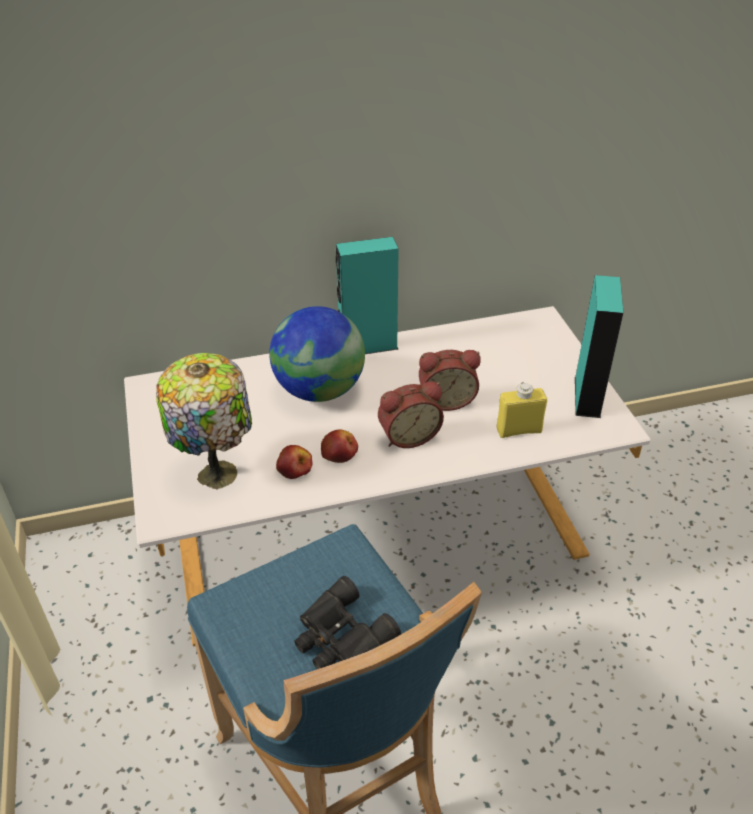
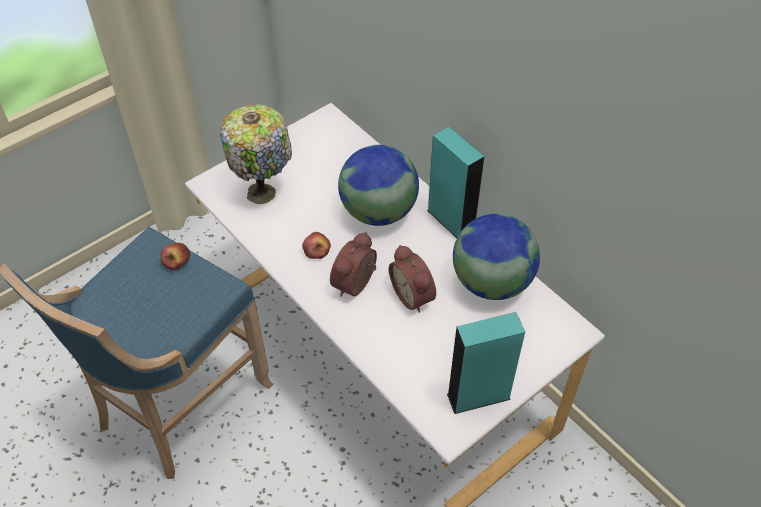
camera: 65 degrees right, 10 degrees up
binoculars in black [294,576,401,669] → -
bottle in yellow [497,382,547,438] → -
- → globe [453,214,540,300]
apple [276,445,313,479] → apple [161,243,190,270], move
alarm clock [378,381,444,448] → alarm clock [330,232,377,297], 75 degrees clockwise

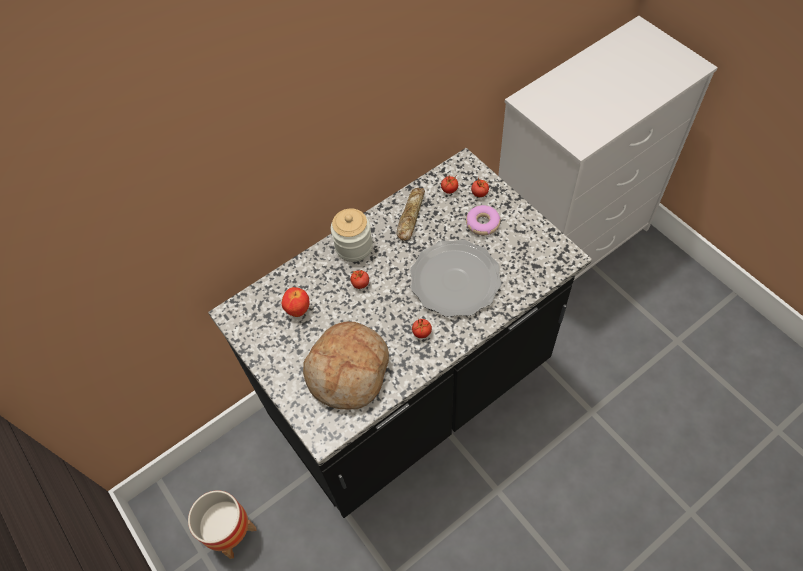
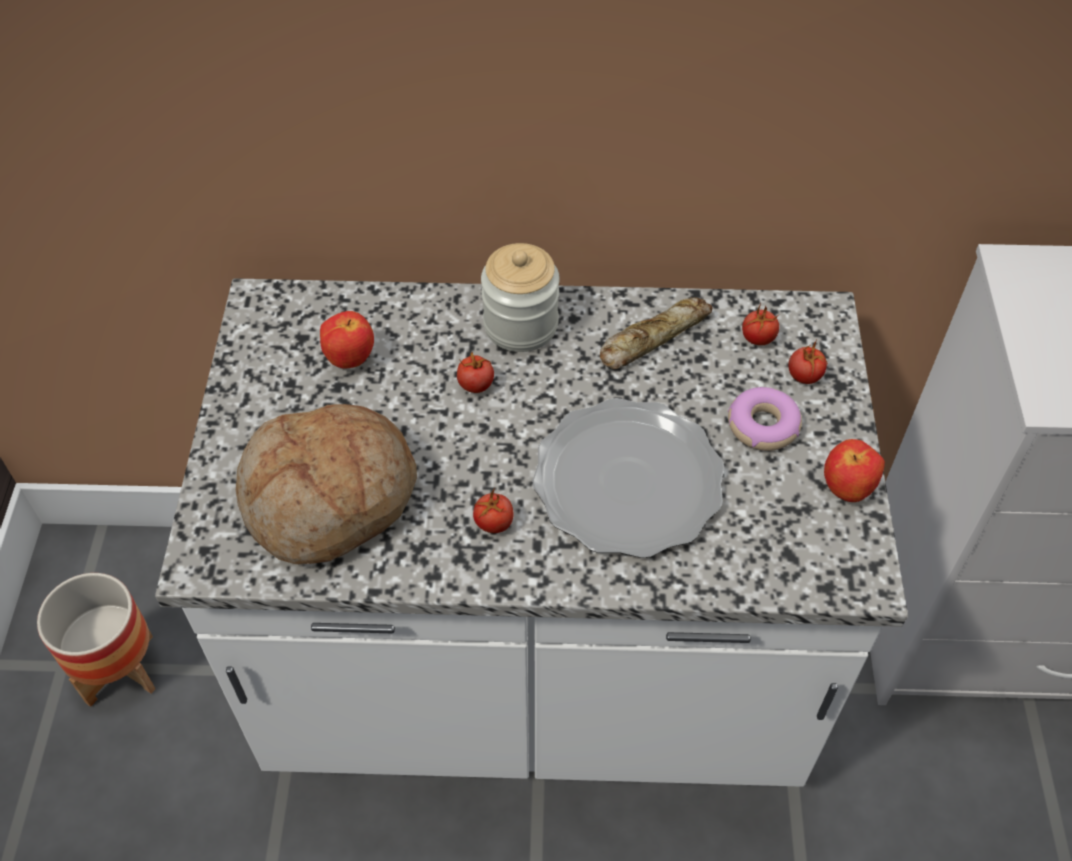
camera: 35 degrees right, 5 degrees down
- → apple [824,439,885,502]
counter in black [208,148,592,518] → counter in white [155,278,908,787]

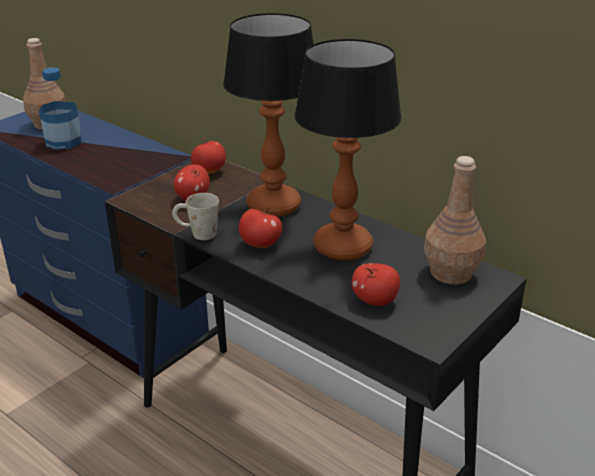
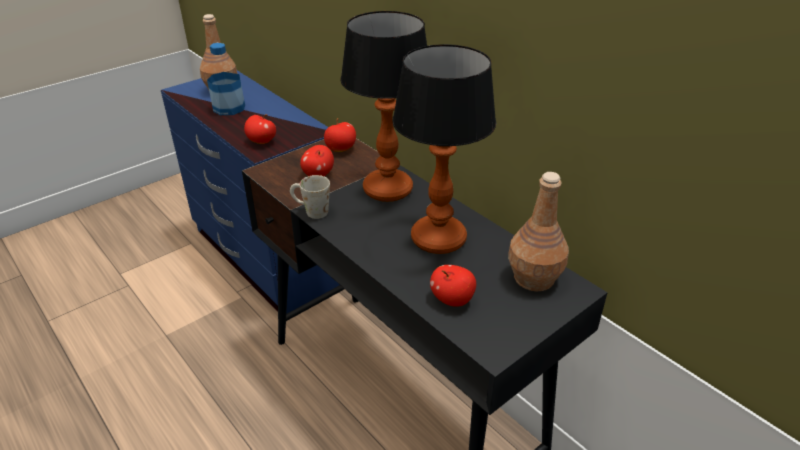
camera: 10 degrees right, 5 degrees up
apple [239,207,282,248] → apple [244,114,276,144], move

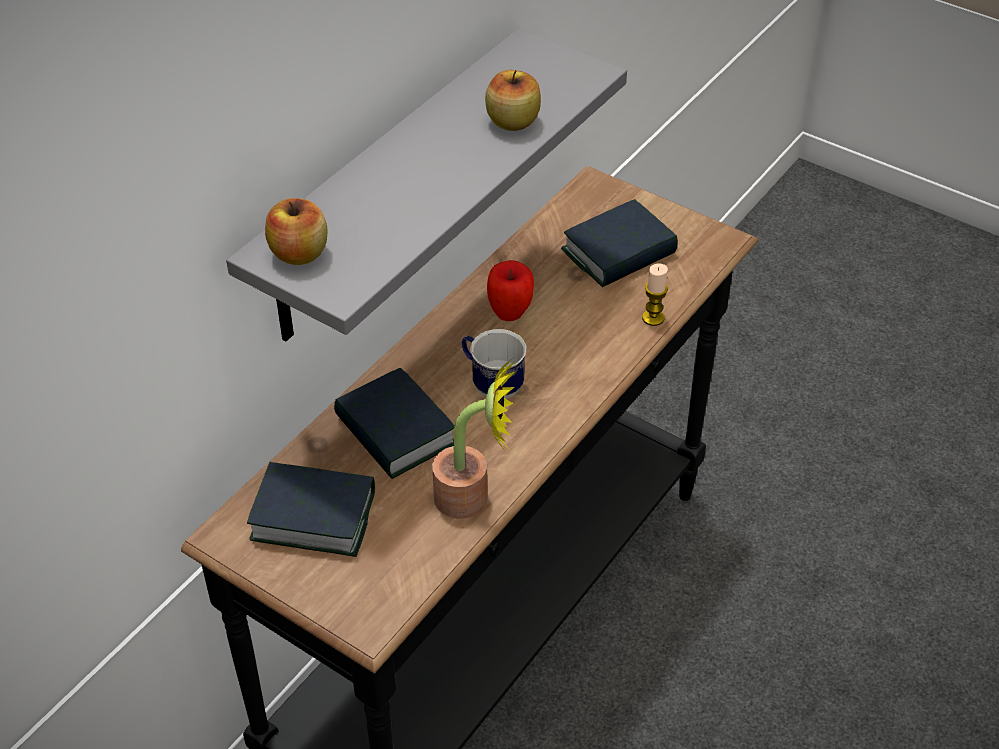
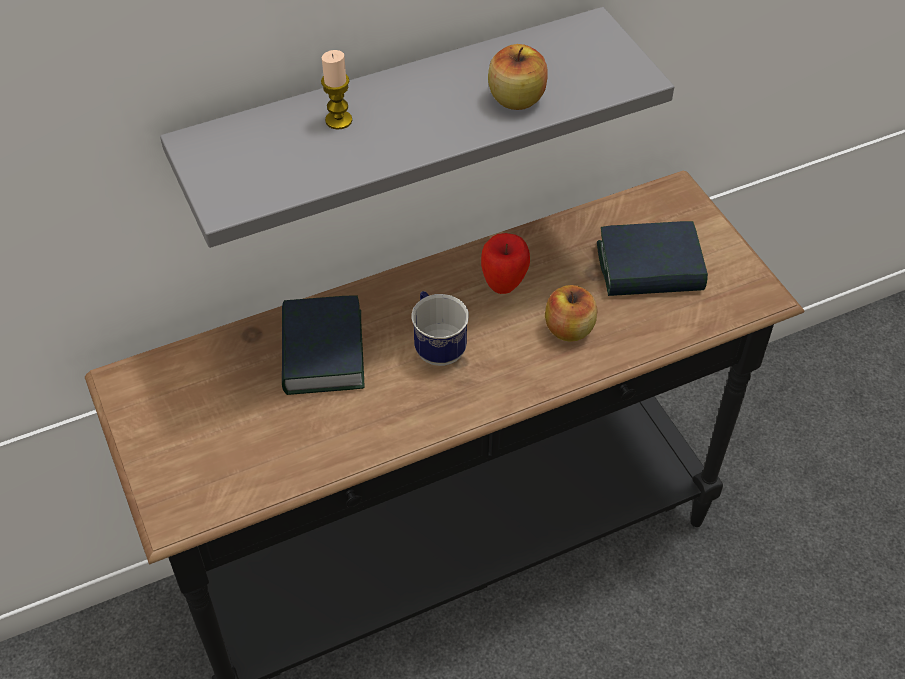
camera: 30 degrees right, 5 degrees up
book [247,462,375,557] → -
potted plant [432,358,516,519] → -
apple [265,198,327,265] → apple [545,285,597,342], move
candle [642,264,668,326] → candle [321,50,352,130], move

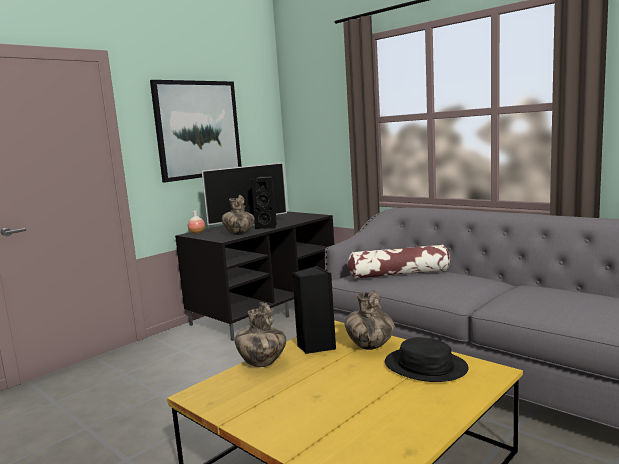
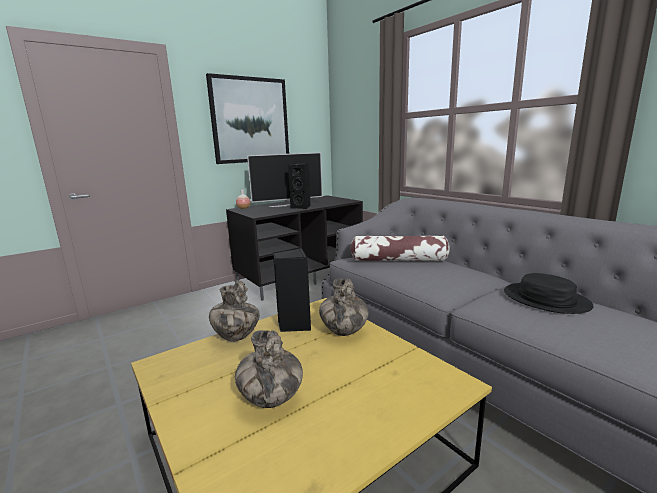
camera: 10 degrees right, 5 degrees up
vase [222,195,255,235] → vase [235,330,303,408], move
hat in black [385,337,468,382] → hat in black [504,273,594,314], move

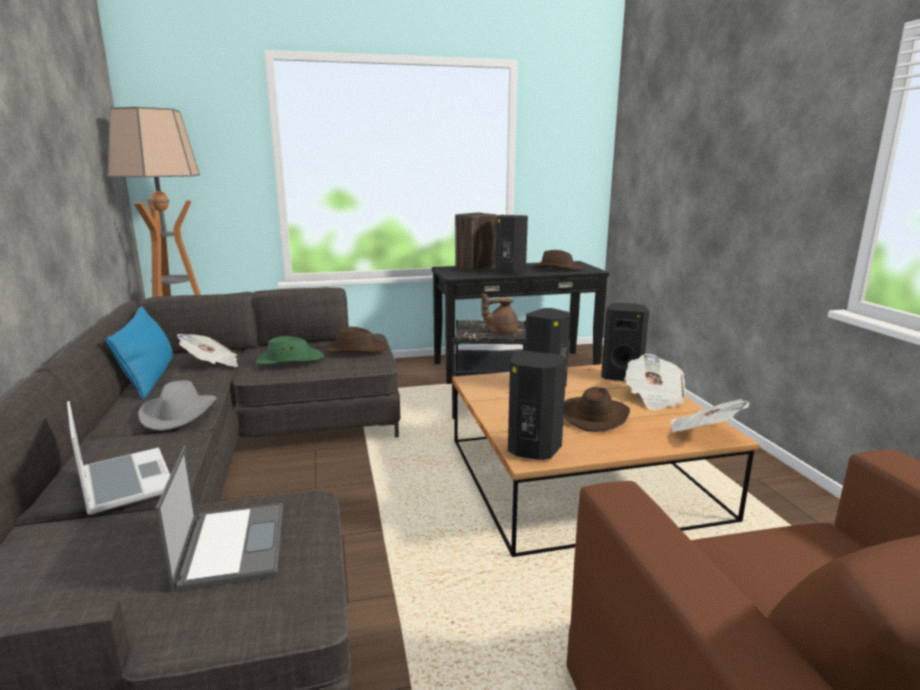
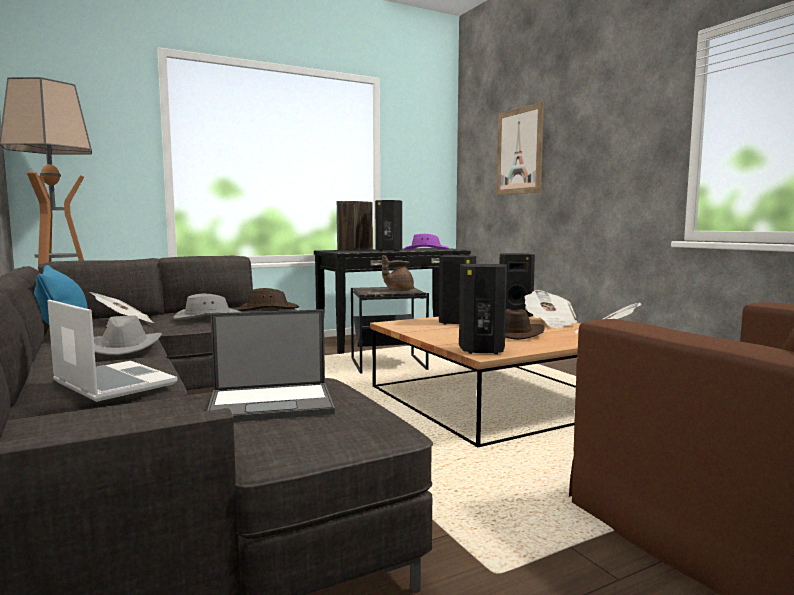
camera: 15 degrees left, 10 degrees down
- → picture [497,102,544,196]
hat in green [256,336,324,365] → hat in grey [174,294,241,320]
hat in brown [533,250,583,270] → hat in purple [405,234,449,249]
laptop [156,446,283,592] → laptop [207,309,335,422], 105 degrees clockwise

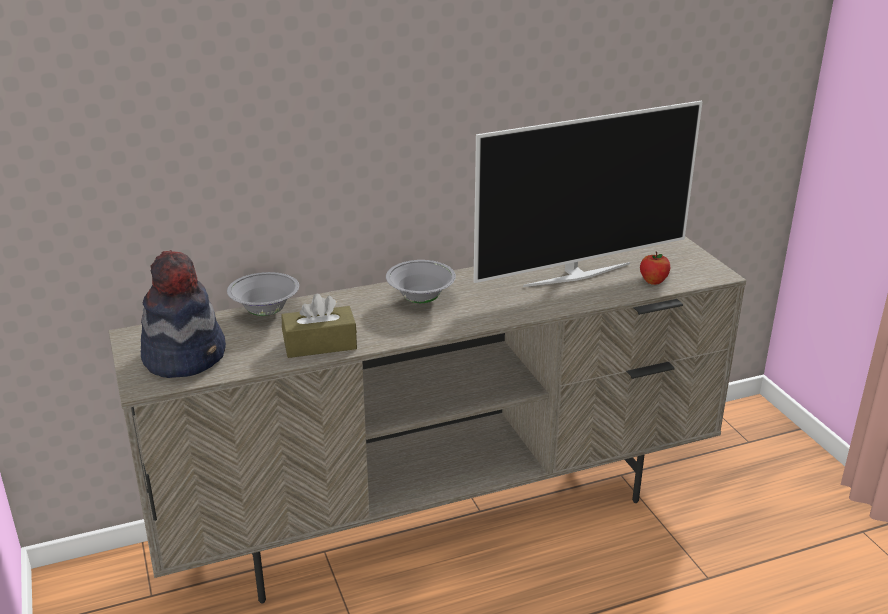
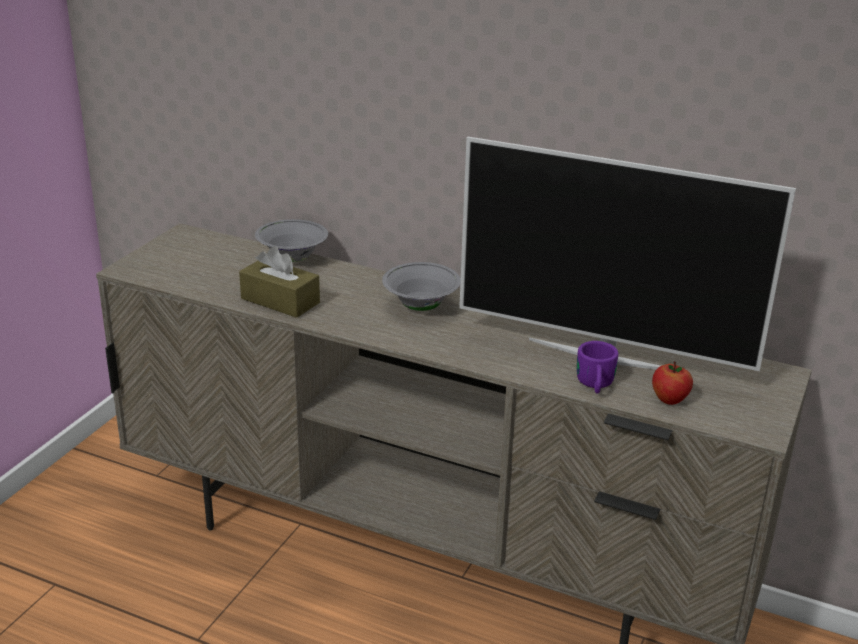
camera: 45 degrees right, 0 degrees up
hat [141,250,226,378] → -
- → mug in purple [577,341,619,393]

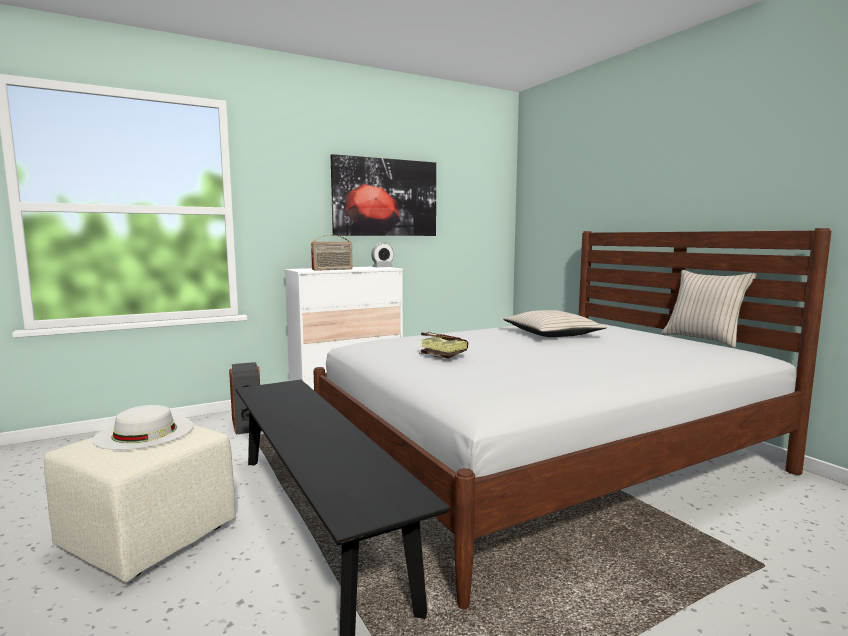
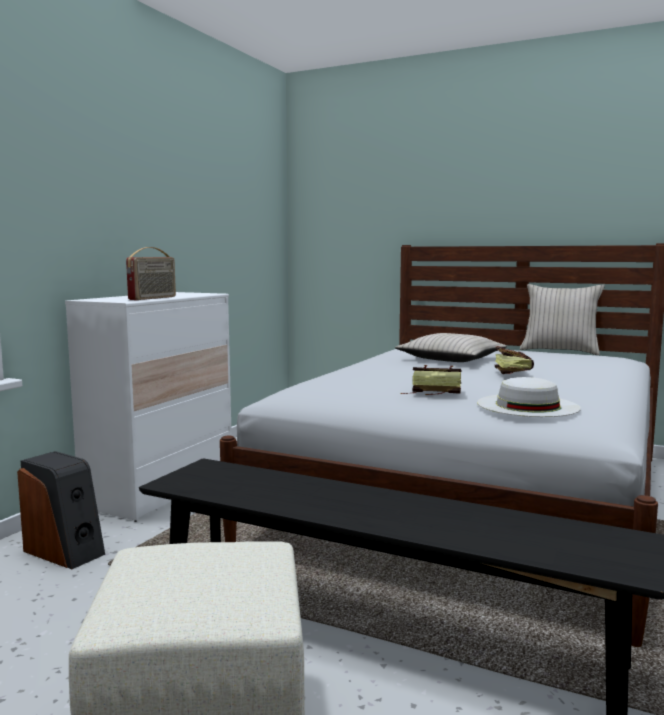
camera: 35 degrees left, 0 degrees up
picture [331,154,436,236] → -
alarm clock [371,243,394,267] → -
- → book [495,346,534,374]
hat in white [92,405,194,450] → hat in white [477,377,581,417], move

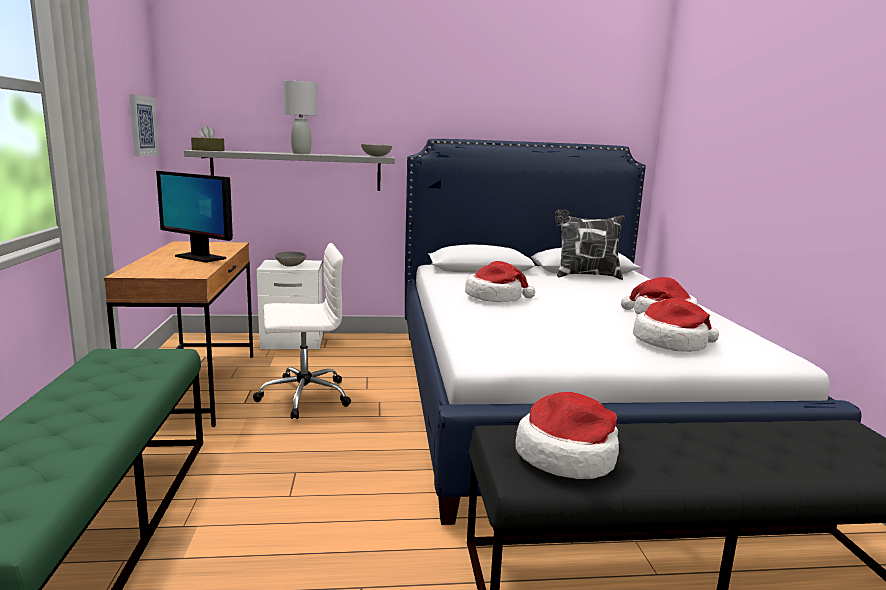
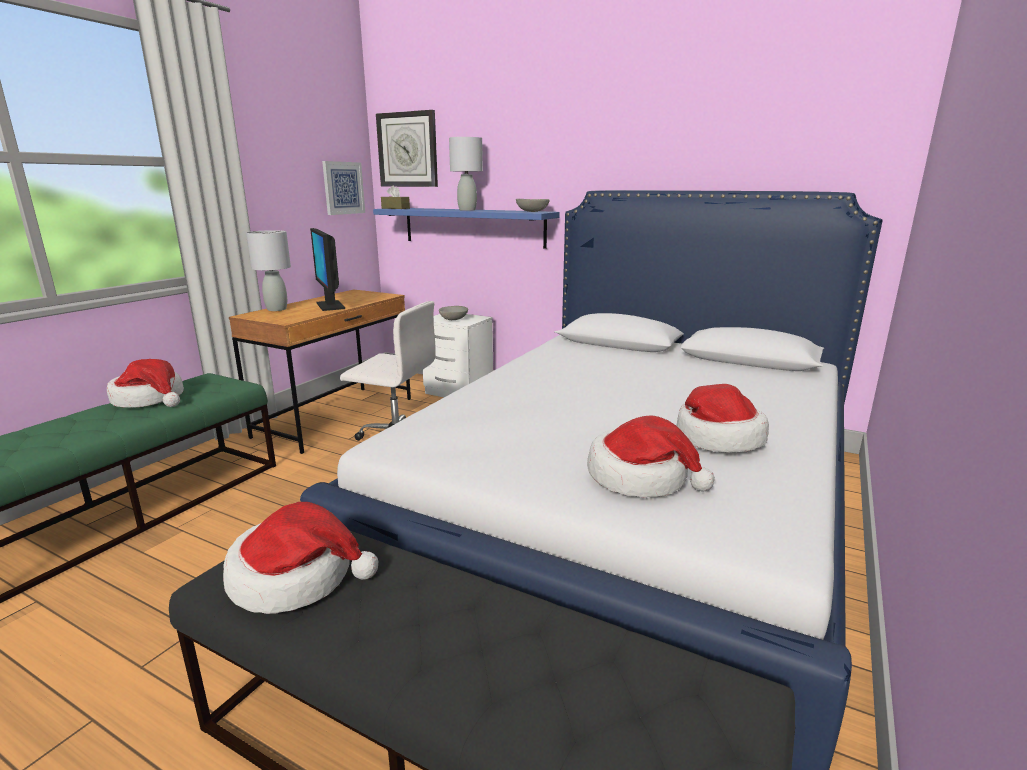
camera: 35 degrees right, 5 degrees up
pillow [555,209,624,280] → -
- → table lamp in grey [246,230,291,311]
- → wall clock [376,110,438,187]
hat [465,261,535,302] → hat [107,359,184,408], move
shelf in grey [184,150,395,191] → shelf in blue [373,208,560,249]

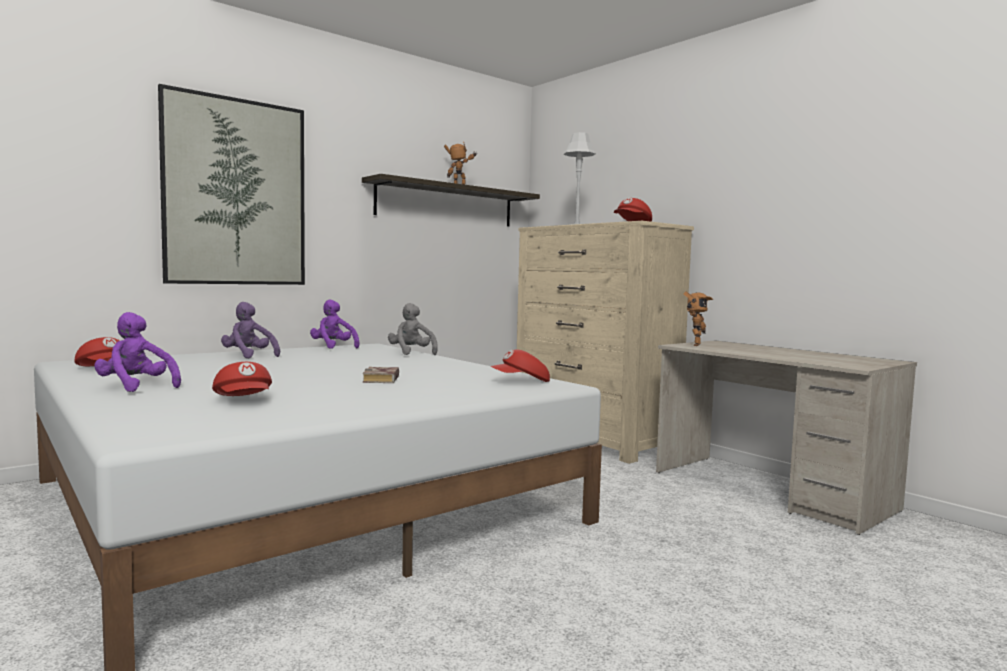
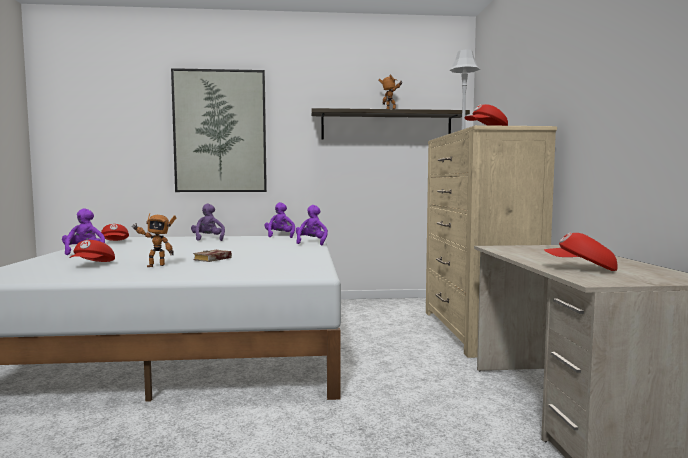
camera: 35 degrees right, 0 degrees up
cap in red [490,349,550,382] → cap in red [544,233,617,271], move
toy robot [684,291,713,346] → toy robot [132,213,176,267], move
plush toy in grey [388,303,438,355] → plush toy in purple [296,205,328,245]

